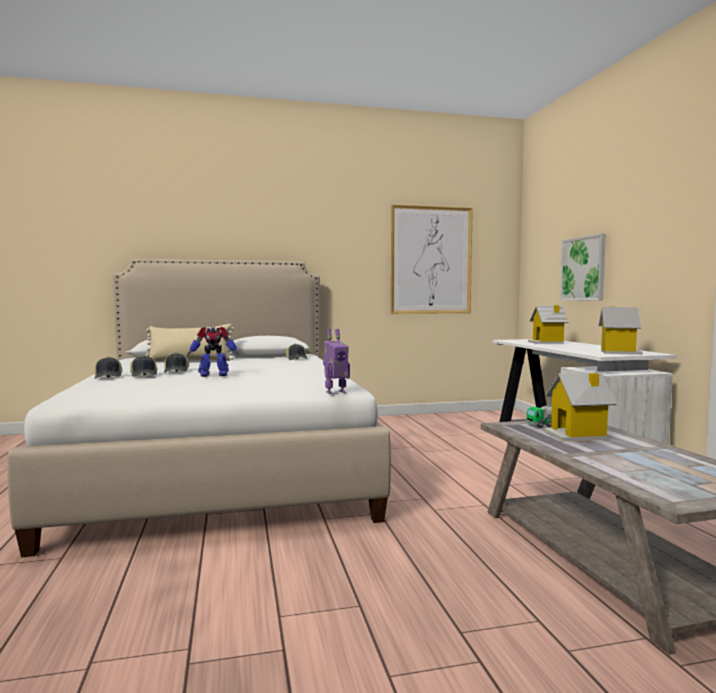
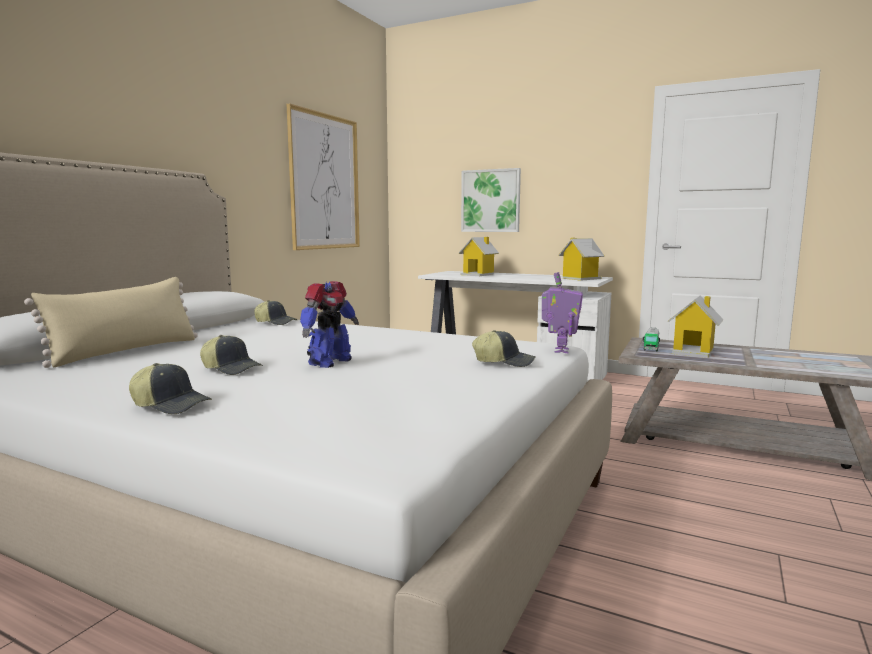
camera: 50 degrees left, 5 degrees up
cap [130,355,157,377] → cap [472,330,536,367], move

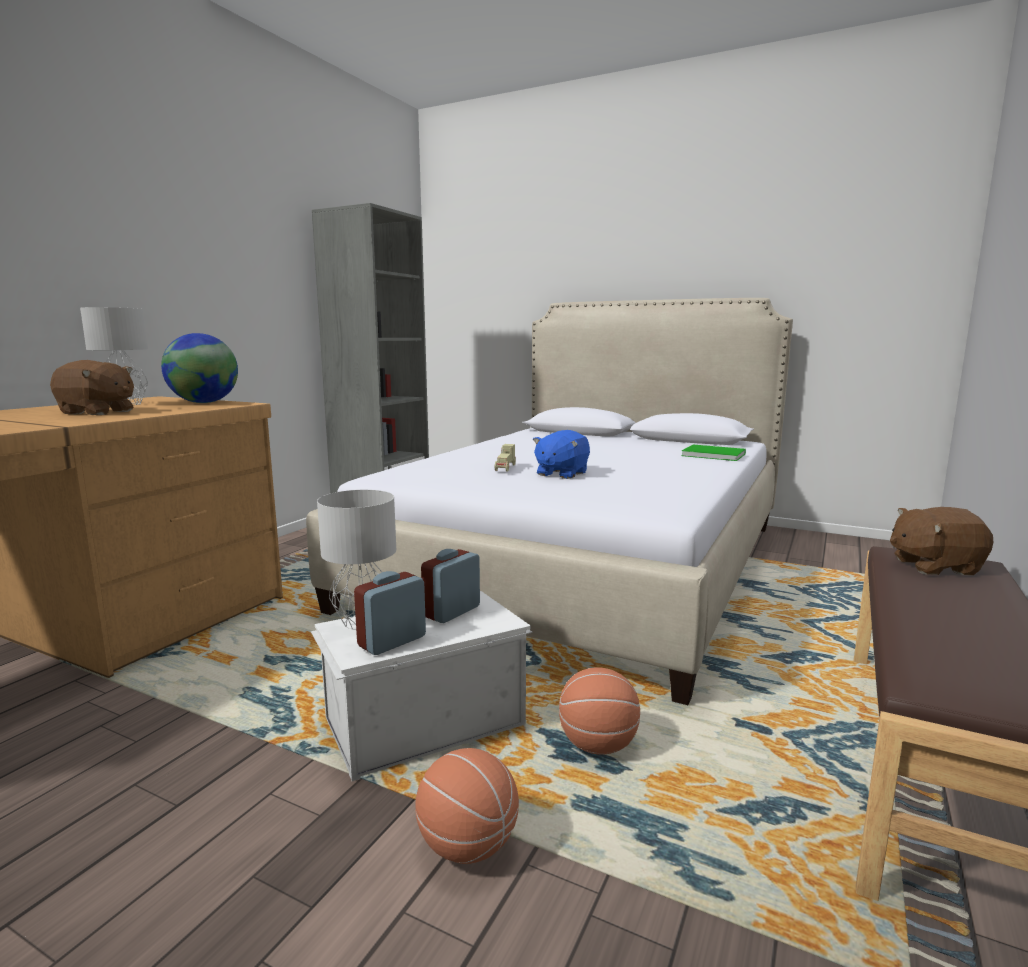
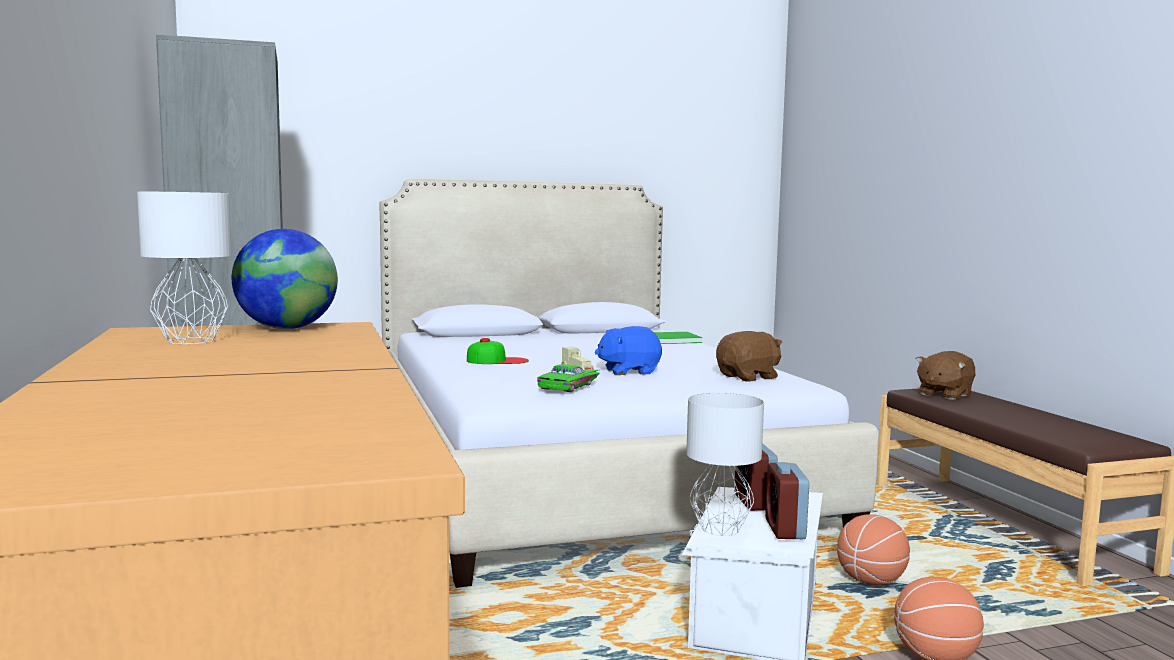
camera: 45 degrees left, 5 degrees down
- → cap [467,338,529,364]
- → toy car in green [537,364,600,392]
plush toy in brown [50,360,134,415] → plush toy in brown [716,331,783,382], move
plush toy in blue [533,430,590,479] → plush toy in blue [595,326,662,375], 90 degrees clockwise

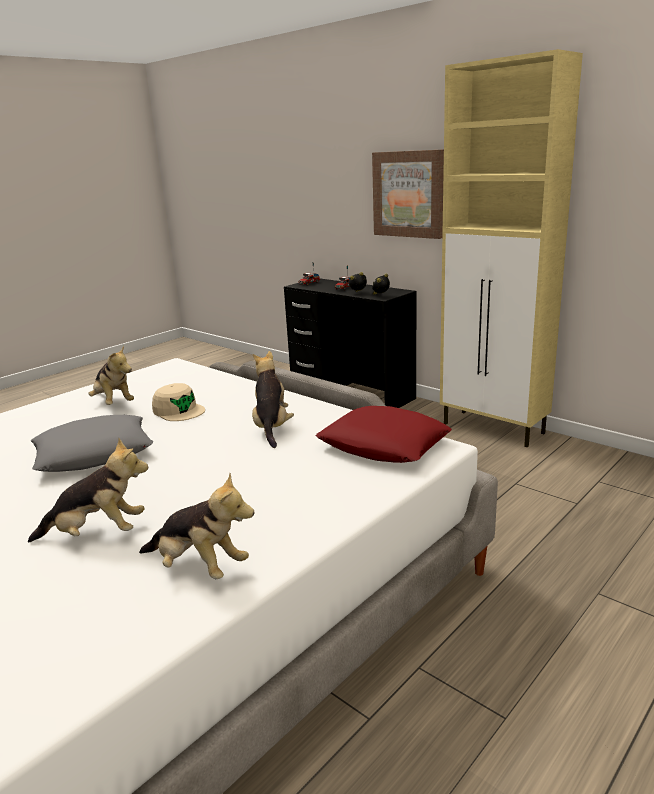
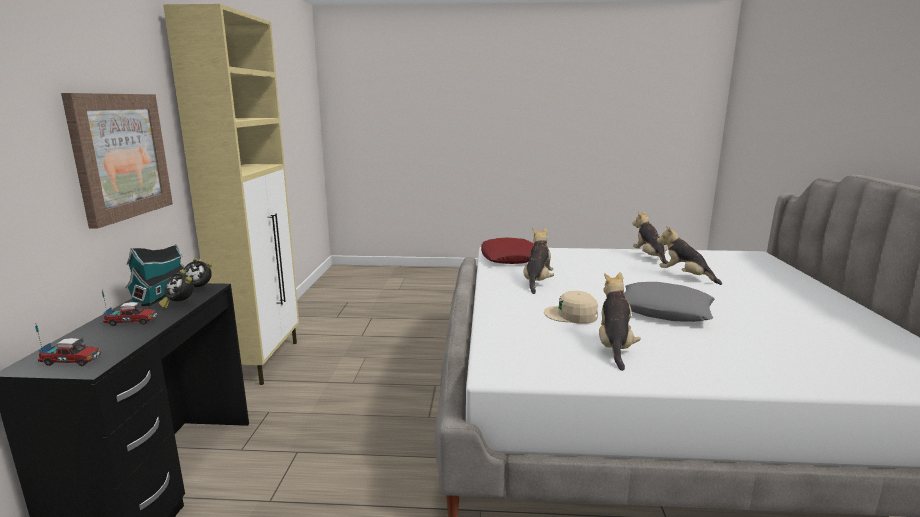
camera: 130 degrees left, 5 degrees down
- → toy house [126,244,185,306]
cap in beige [152,383,205,421] → cap in beige [544,291,598,324], 75 degrees counterclockwise
plush toy [252,351,294,448] → plush toy [524,228,554,294], 150 degrees clockwise

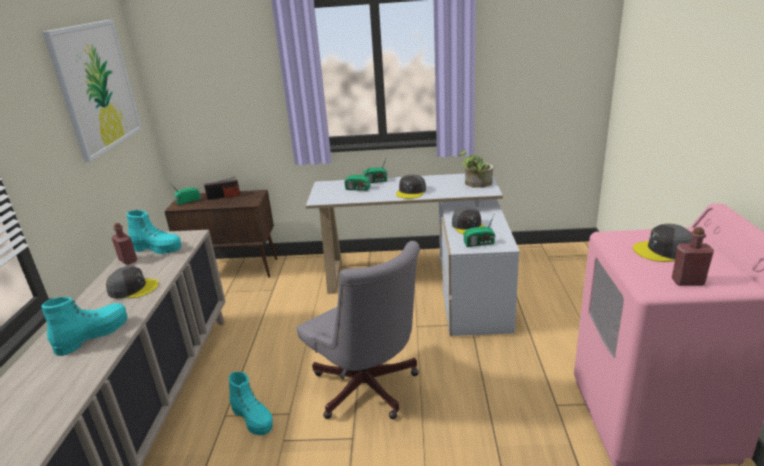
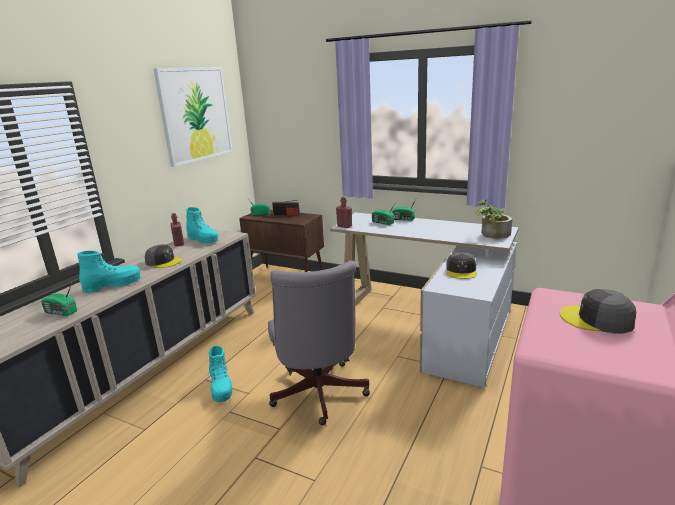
camera: 25 degrees right, 5 degrees down
cap in grey [396,174,426,199] → -
radio [464,213,495,247] → radio [41,283,77,316], move
bottle in red [672,227,714,286] → bottle in red [336,197,352,228], move

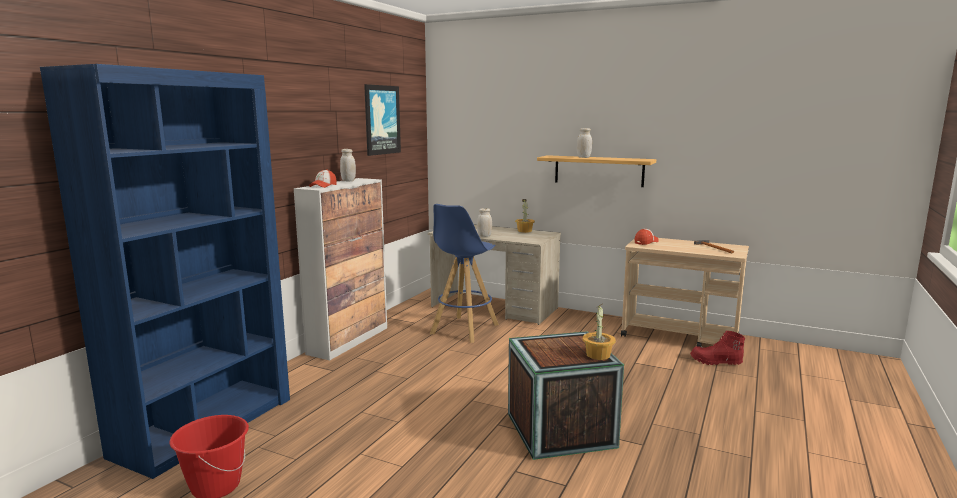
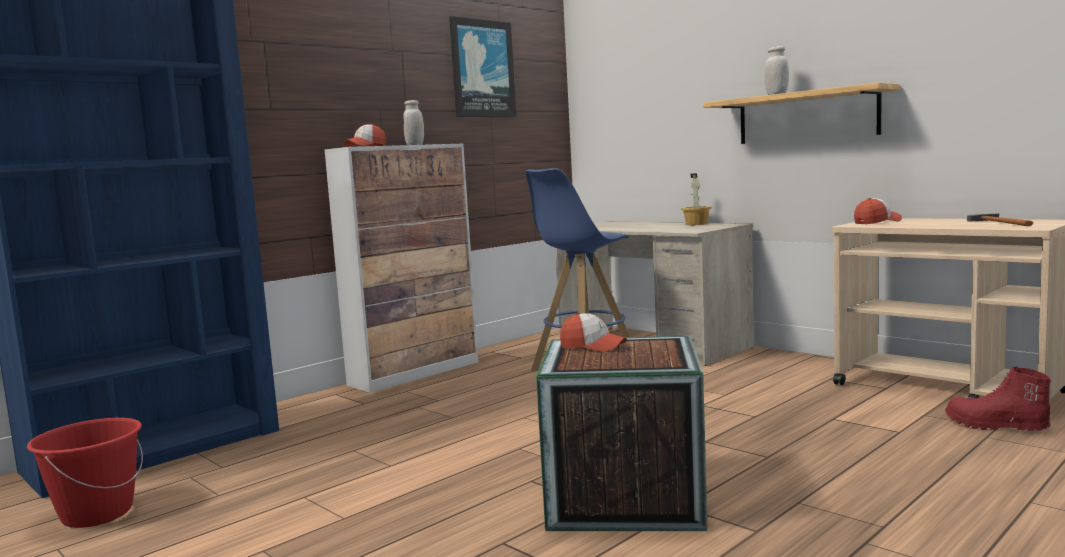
camera: 20 degrees right, 5 degrees down
jar in white [477,208,492,237] → -
potted plant [583,304,616,360] → -
- → cap [560,312,627,352]

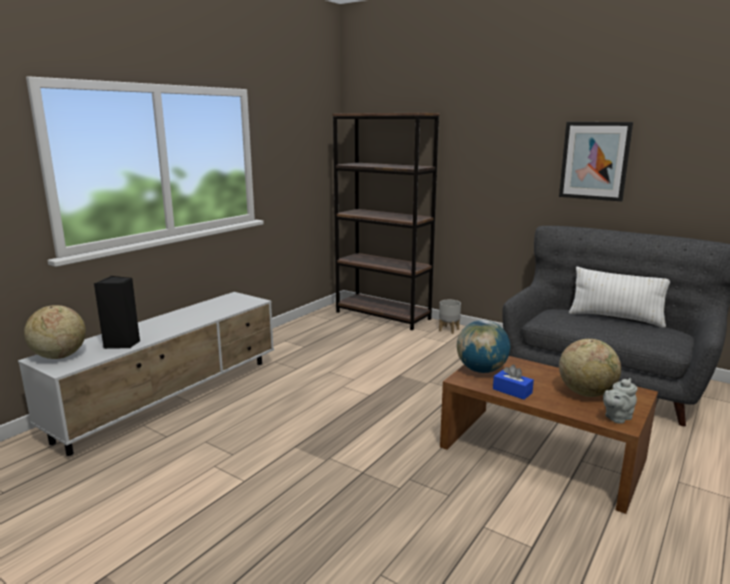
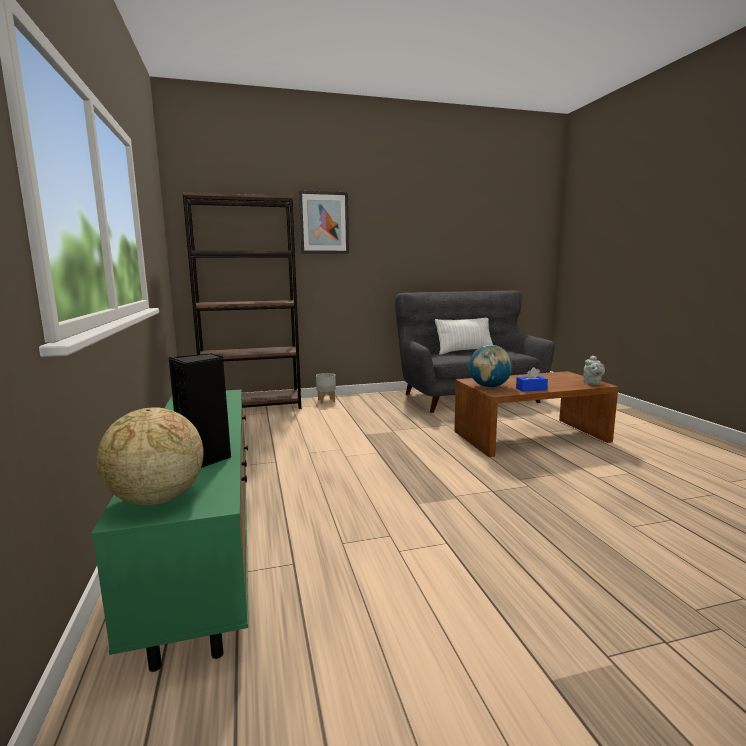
camera: 50 degrees left, 5 degrees down
globe [559,339,621,397] → -
picture [559,122,633,202] → picture [299,190,349,254], move
tv stand in white [18,292,274,456] → tv stand in green [91,390,248,672]

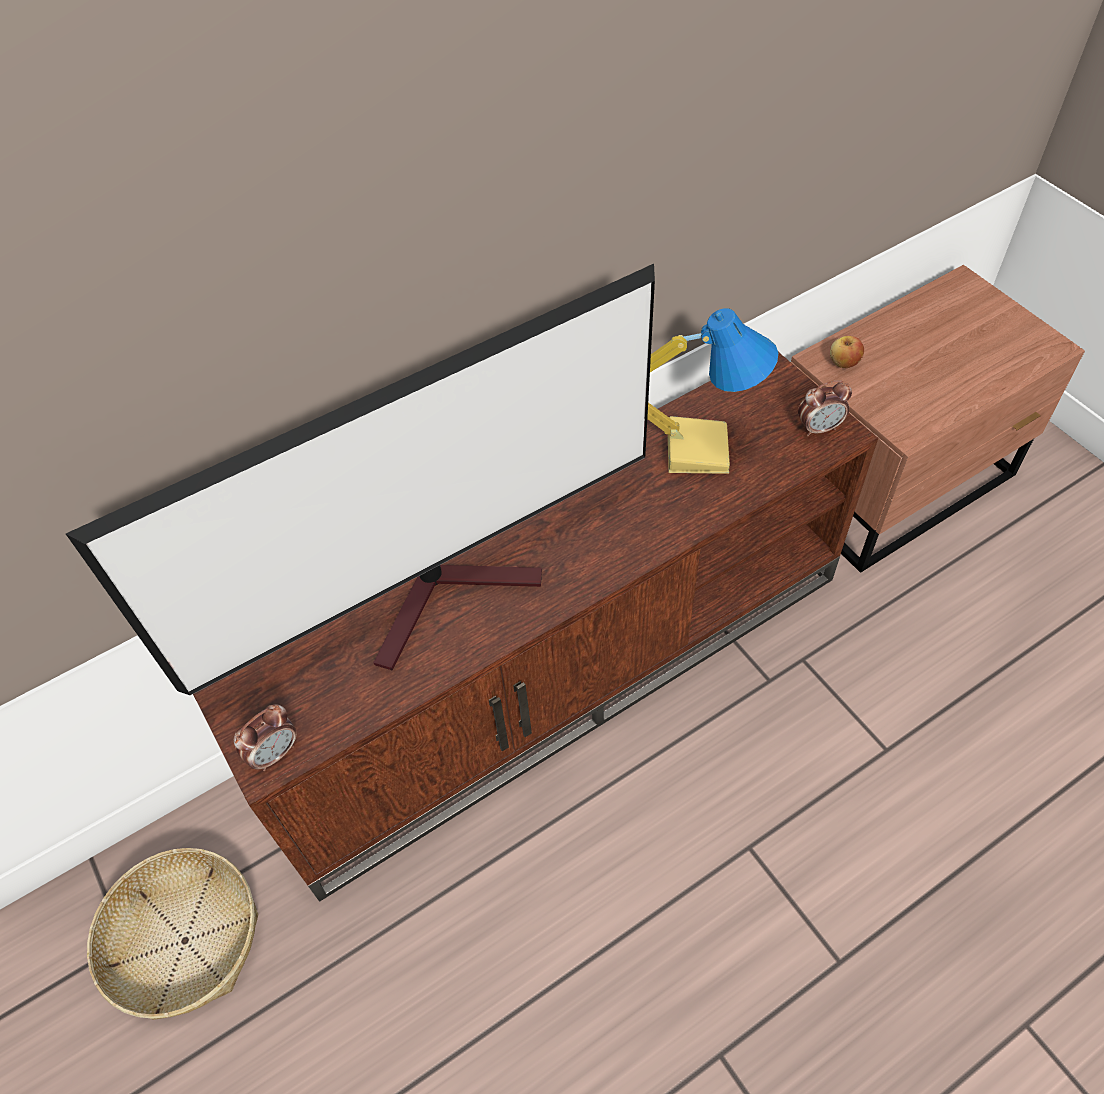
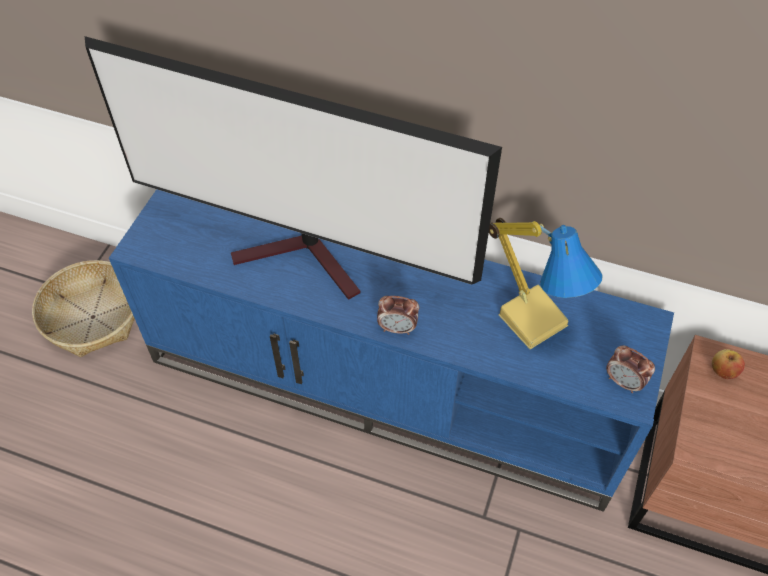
camera: 50 degrees right, 0 degrees up
alarm clock [233,704,297,771] → alarm clock [377,296,419,335], move
tv stand in brown [193,352,878,902] → tv stand in blue [109,189,674,512]

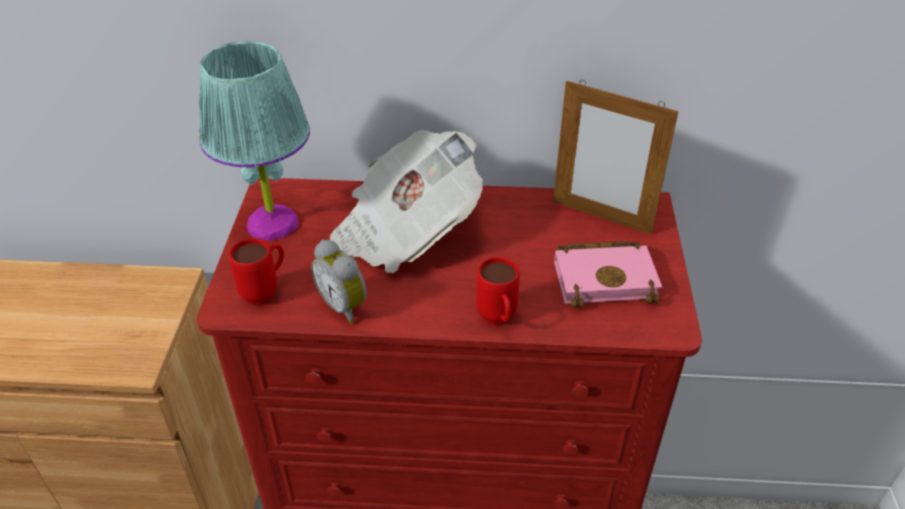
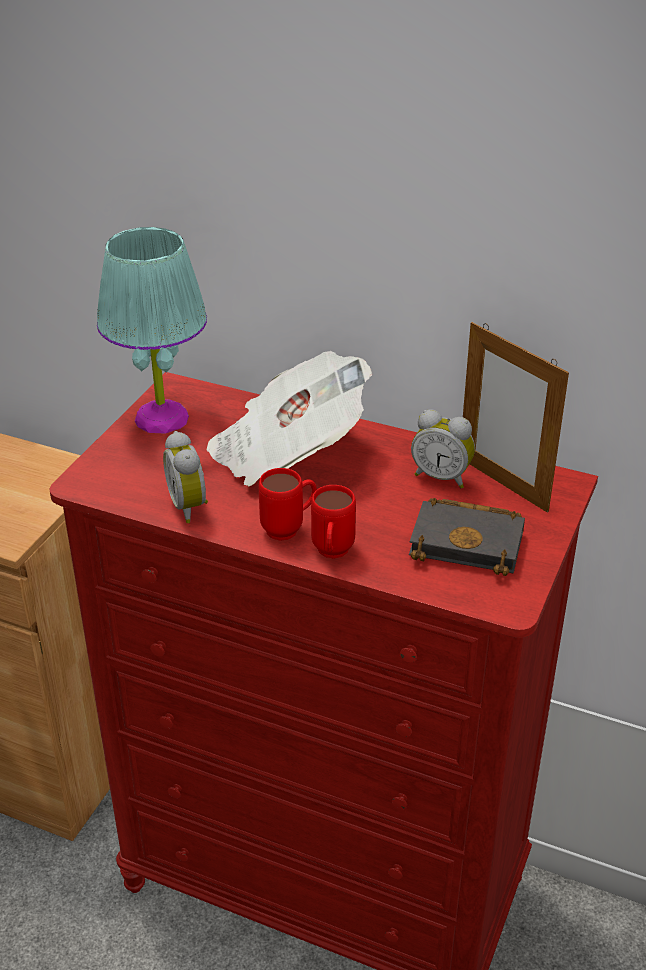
camera: 20 degrees right, 5 degrees down
- → alarm clock [411,409,475,488]
mug in red [229,238,284,305] → mug in red [259,468,317,541], move
book in pink [554,241,662,307] → book in black [409,498,525,576]

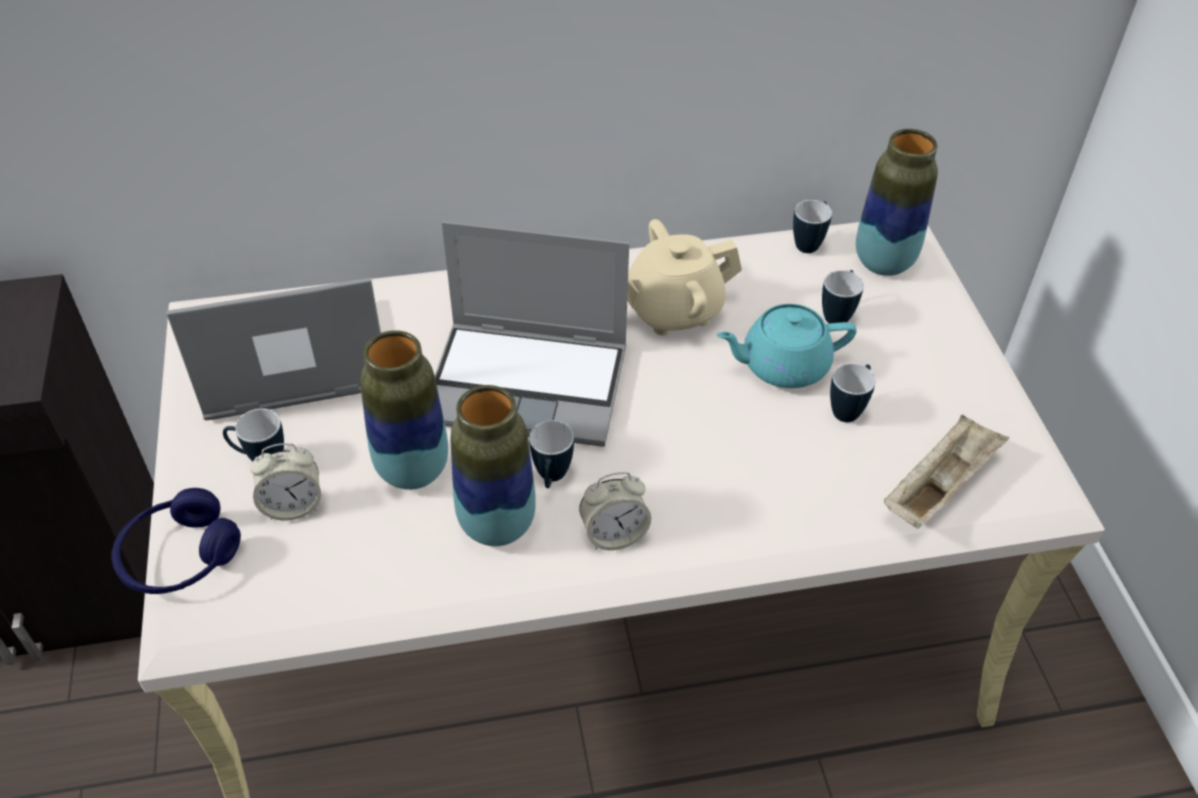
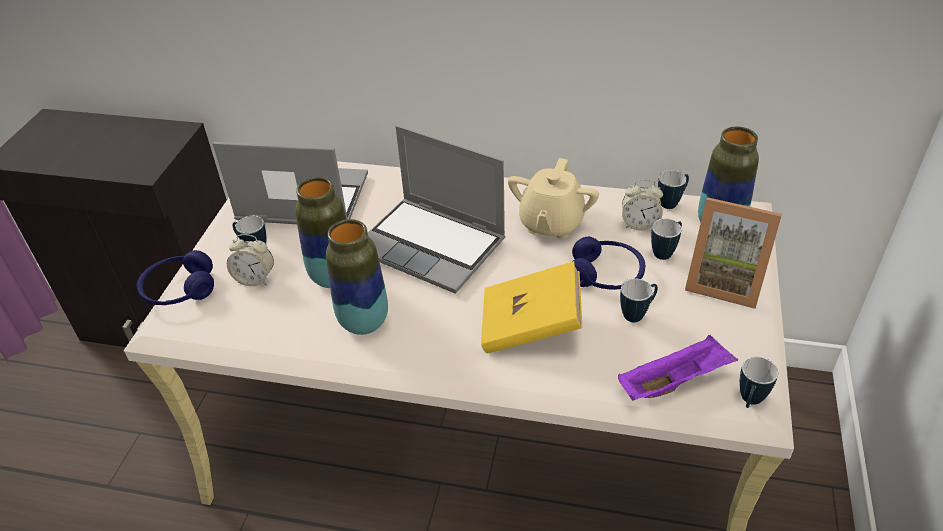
camera: 25 degrees right, 5 degrees down
- → book in yellow [481,261,583,354]
- → picture frame [685,197,782,309]
mug [529,420,574,488] → mug [739,357,778,408], move
alarm clock [579,472,651,550] → alarm clock [622,180,663,231], move
teapot in turquoise [717,304,857,388] → headphones in blue [572,237,645,290]
tray in beige [884,414,1009,529] → tray in purple [618,335,738,401]
teapot in beige [627,219,742,335] → teapot in beige [508,158,599,239], 75 degrees counterclockwise

